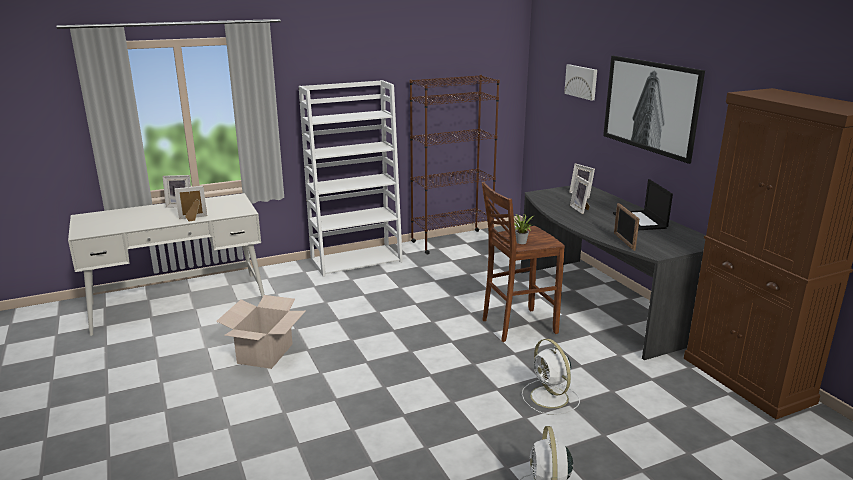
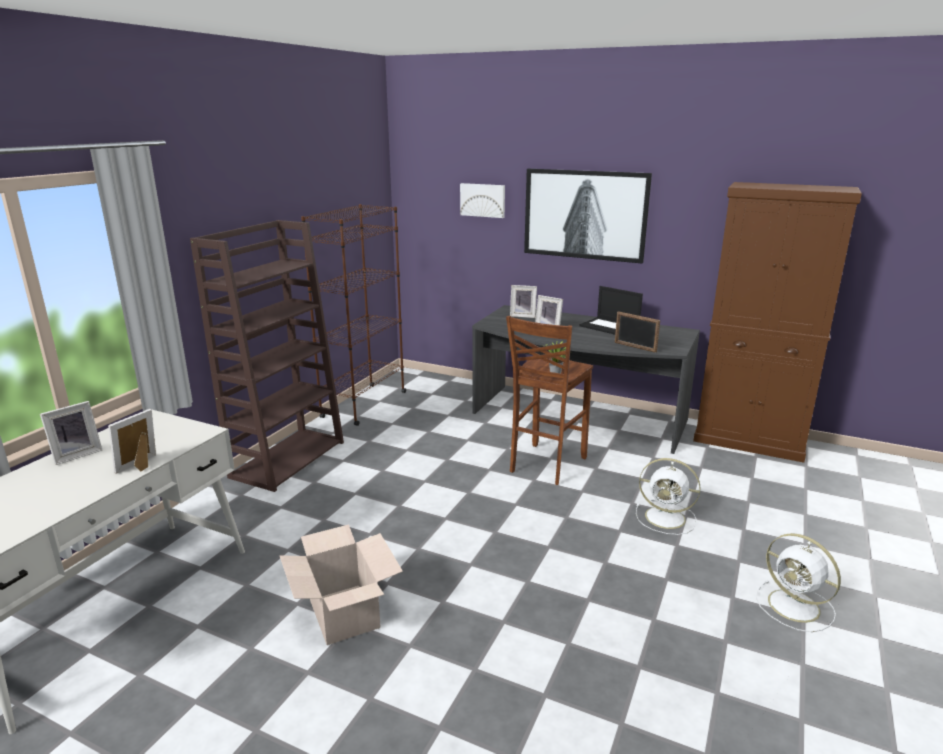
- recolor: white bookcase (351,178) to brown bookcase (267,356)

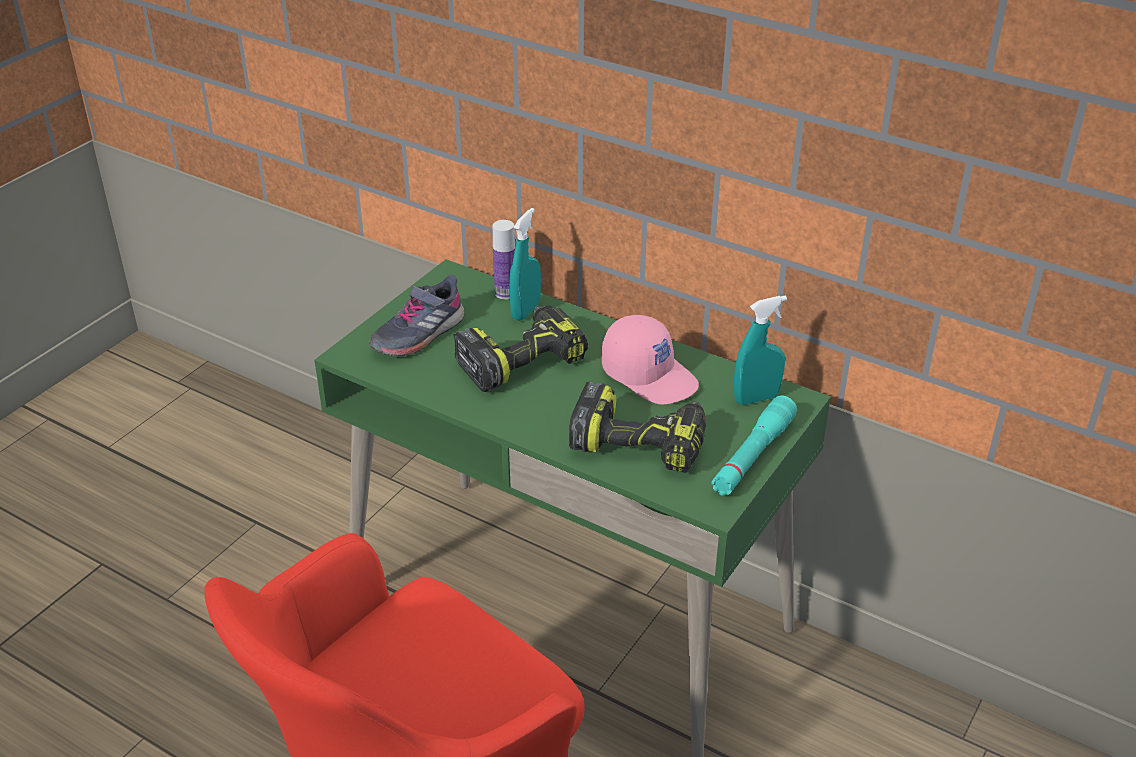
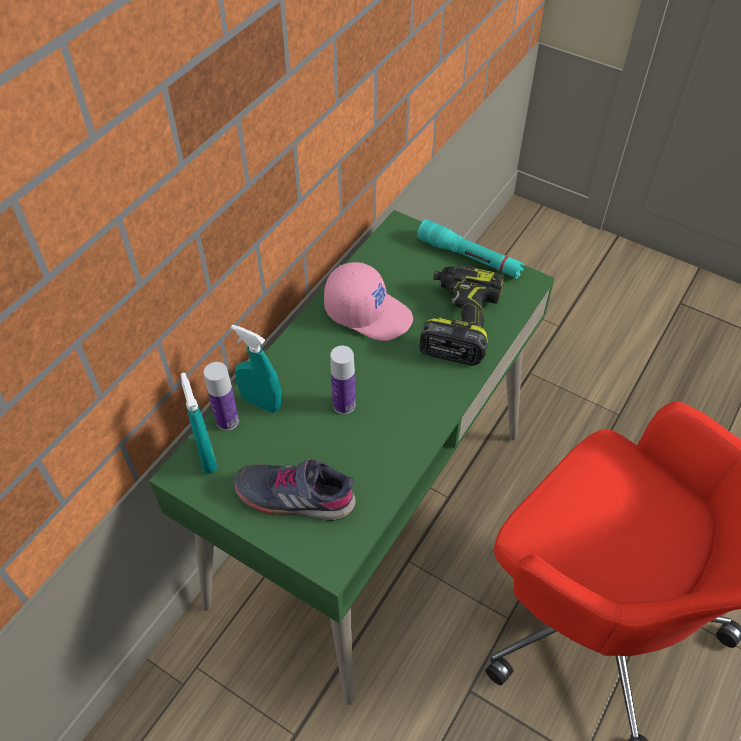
- move: turquoise spray bottle (760,350) to (199,423)
- rotate: grey shoe (417,315) = (295,490) 150 degrees clockwise
- rotate: pink cap (650,360) = (368,301) 75 degrees clockwise
- replace: power drill (520,348) to bottle (342,380)

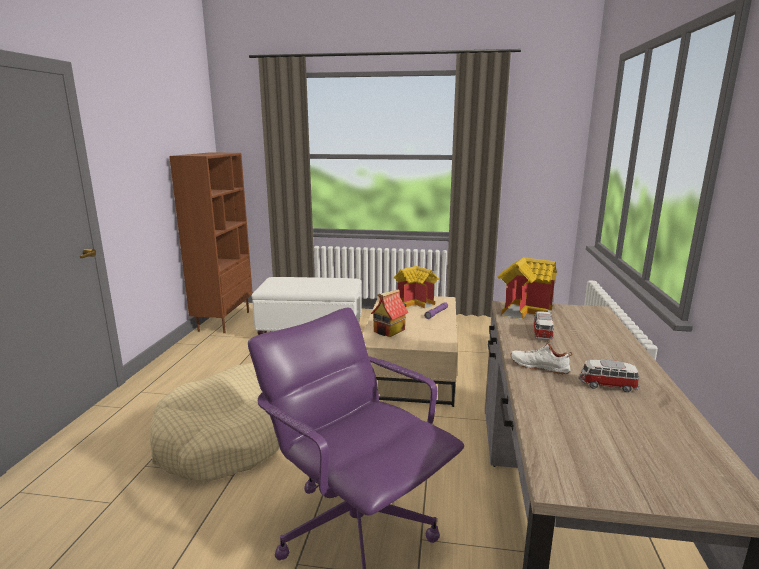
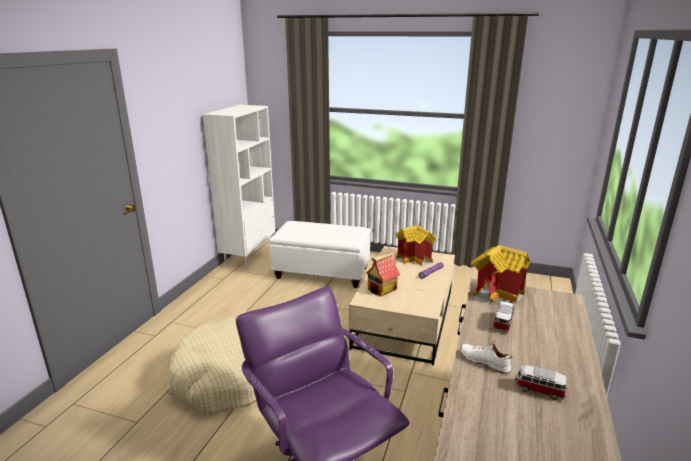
- recolor: brown bookcase (211,243) to white bookcase (239,187)

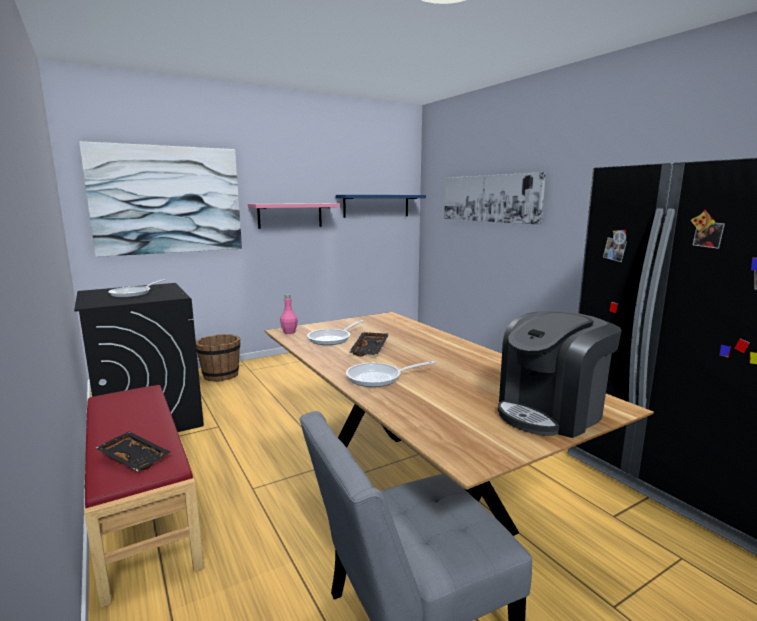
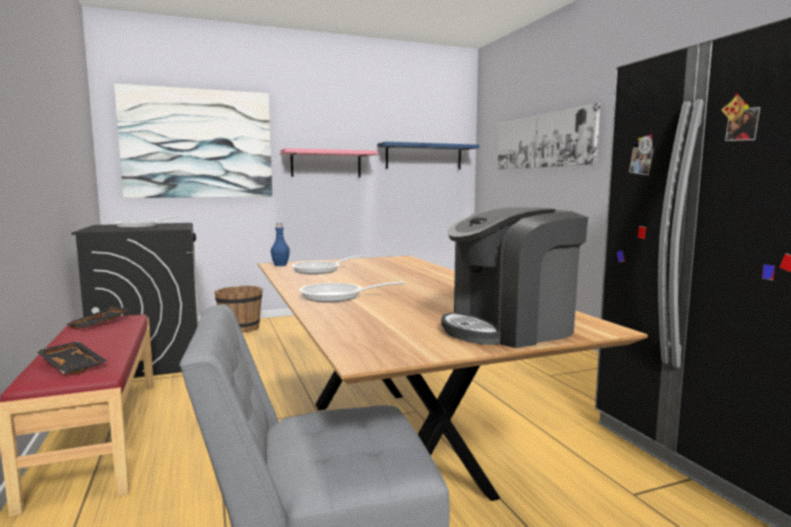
- move: black tray (369,344) to (97,318)
- recolor: pink bottle (289,314) to blue bottle (280,244)

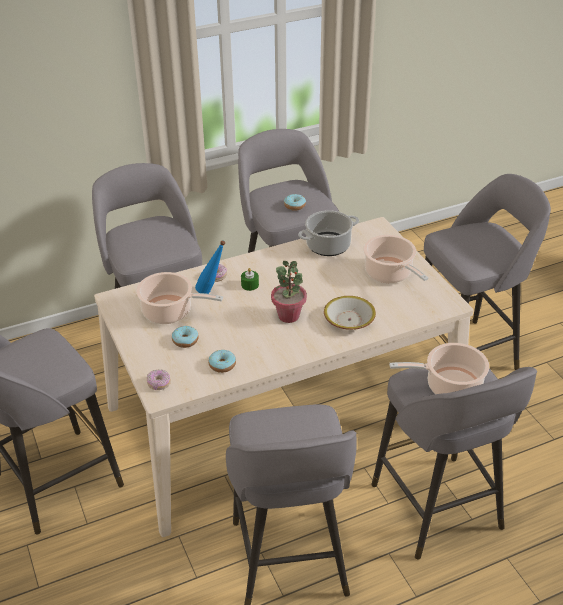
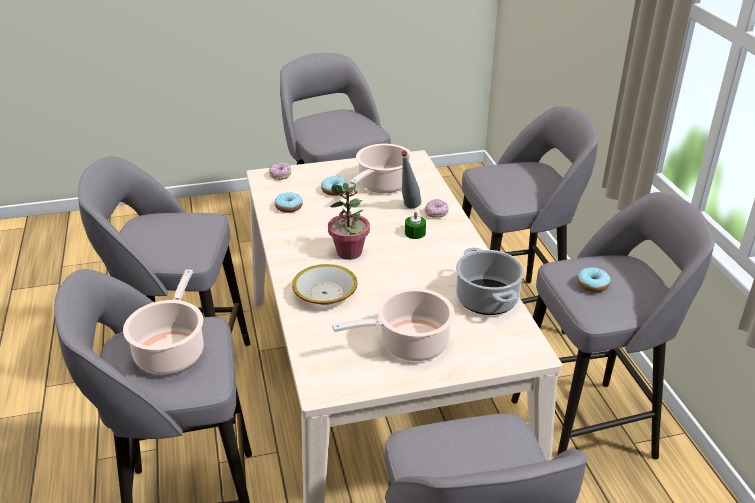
- recolor: blue bottle (210,267) to grey bottle (411,180)

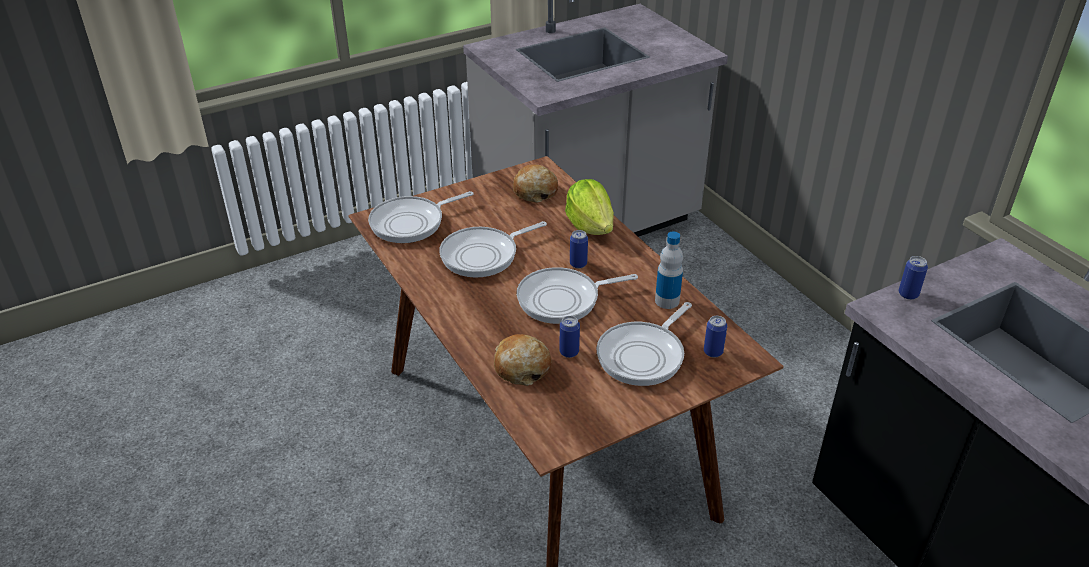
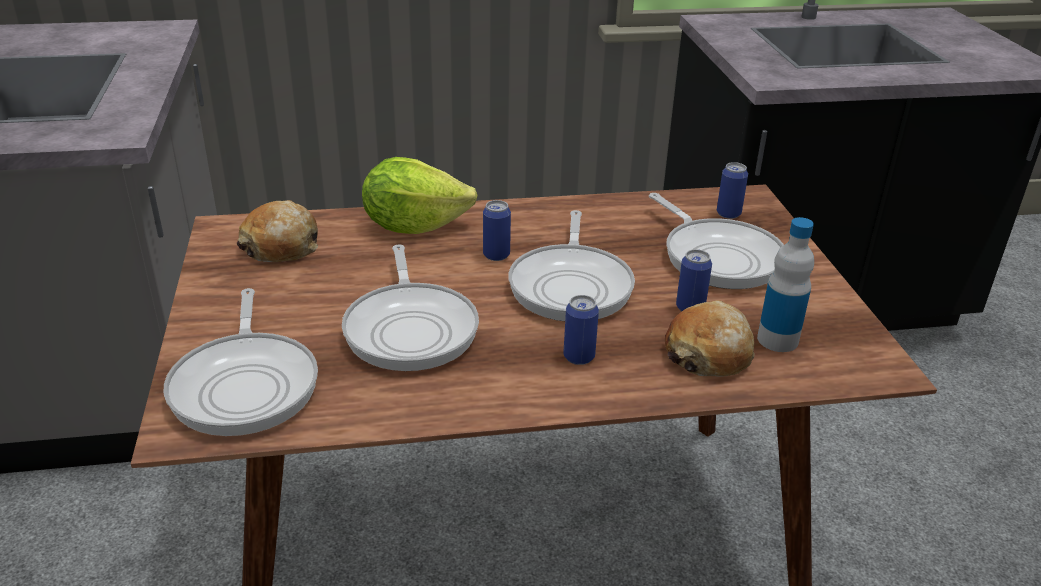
- move: can (913,278) to (581,330)
- move: bottle (669,270) to (785,284)

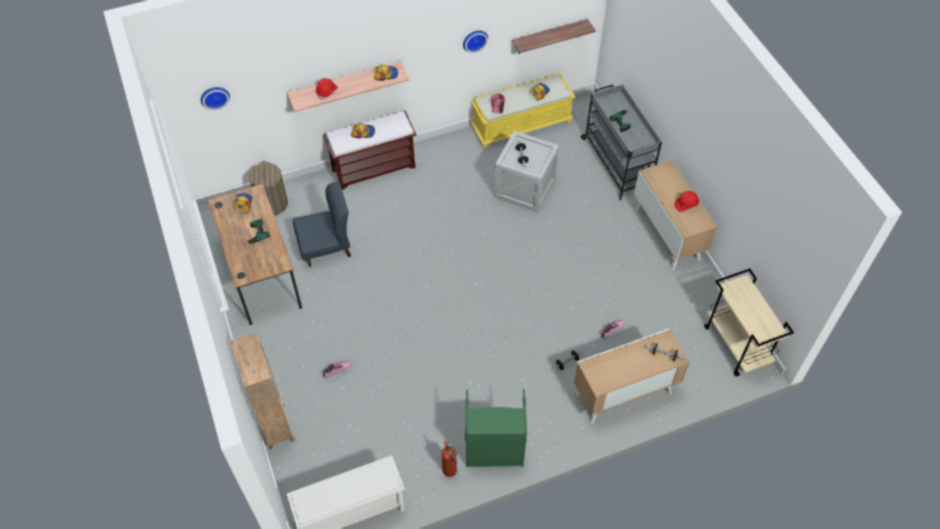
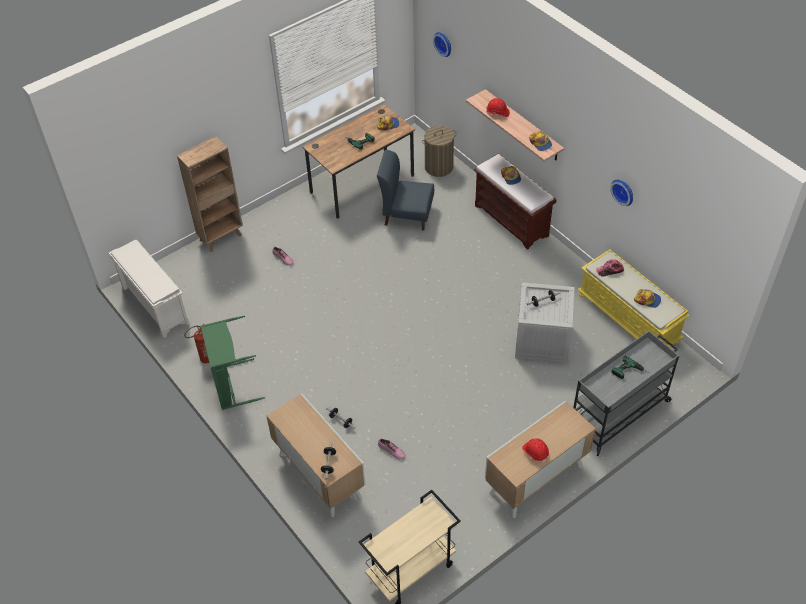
- rotate: blue chair (322,224) = (405,190) 135 degrees clockwise
- delete: shelf (554,36)

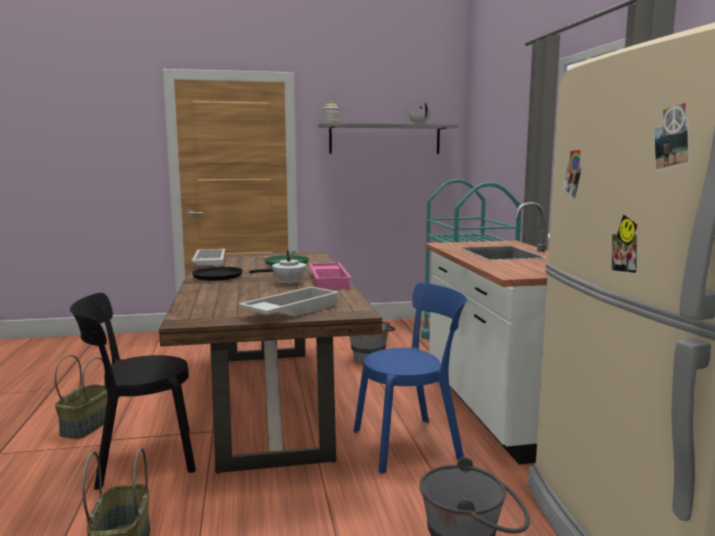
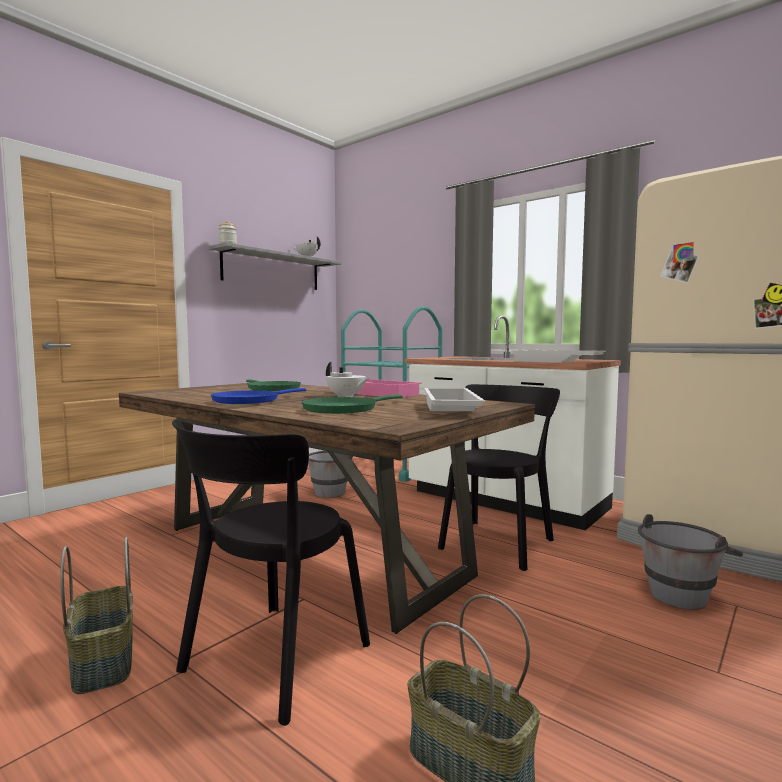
- recolor: black frying pan (232,274) to blue frying pan (258,396)
- insert: green frying pan (352,404)
- recolor: blue chair (410,378) to black chair (499,477)
- move: white tray (208,257) to (559,356)

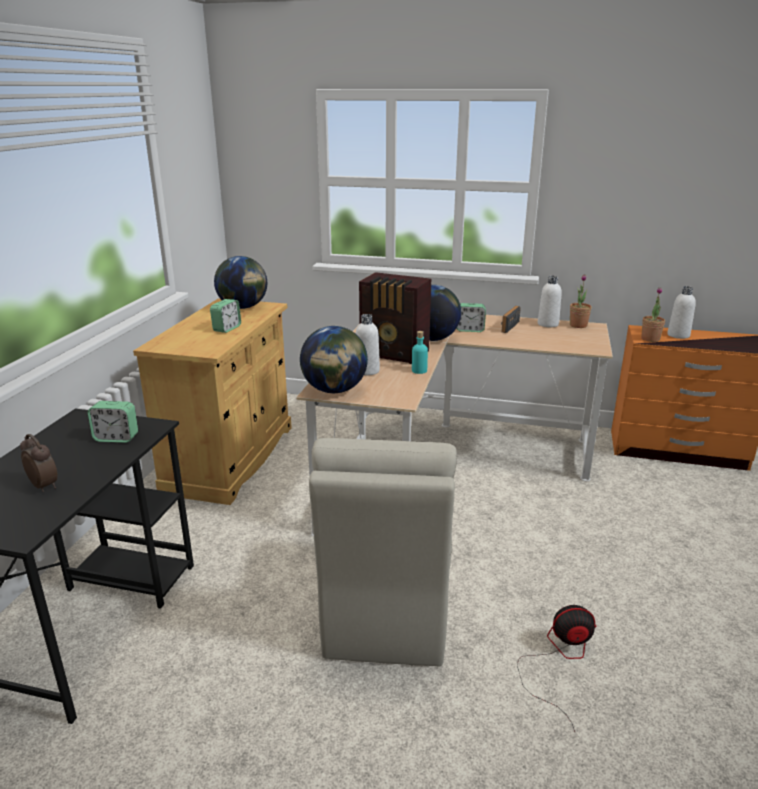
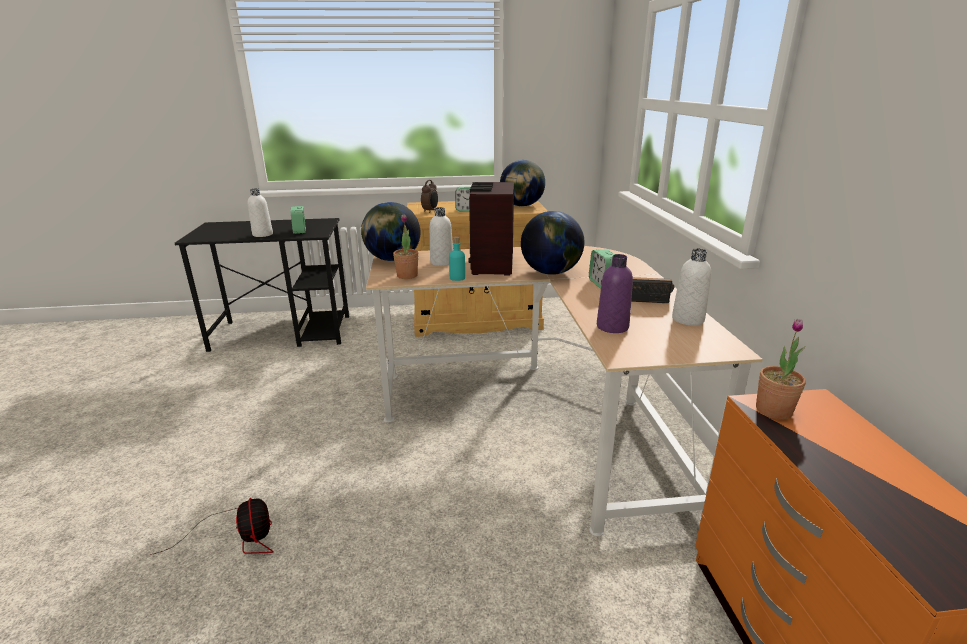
- move: white bottle (681,312) to (260,212)
- move: potted plant (581,301) to (405,246)
- move: alarm clock (38,463) to (429,196)
- insert: purple bottle (615,293)
- delete: beige chair (383,552)

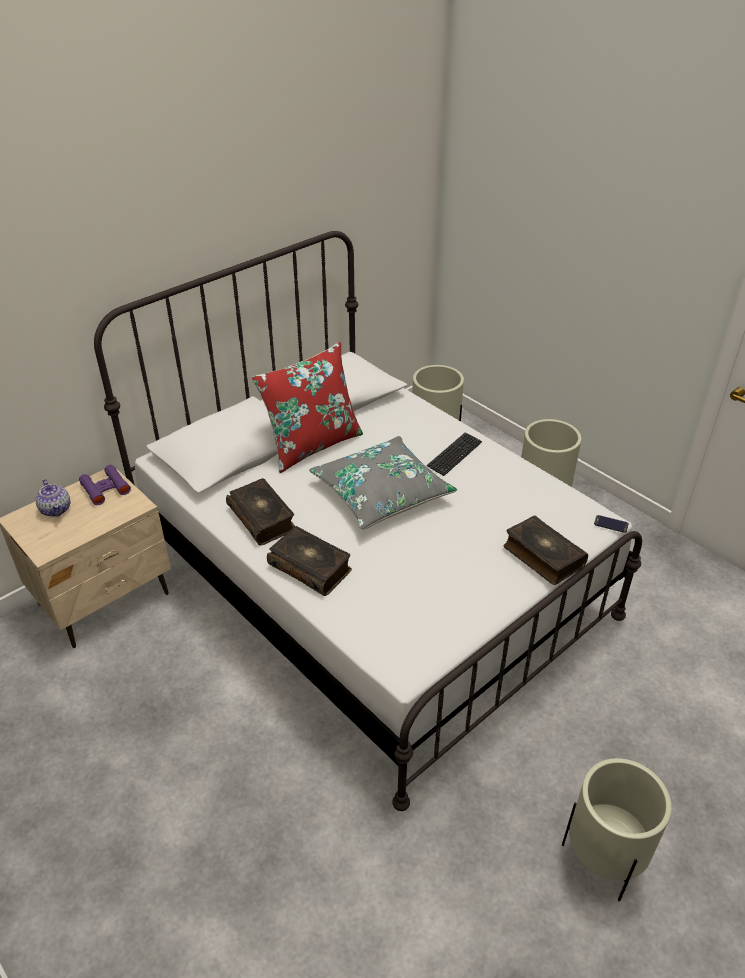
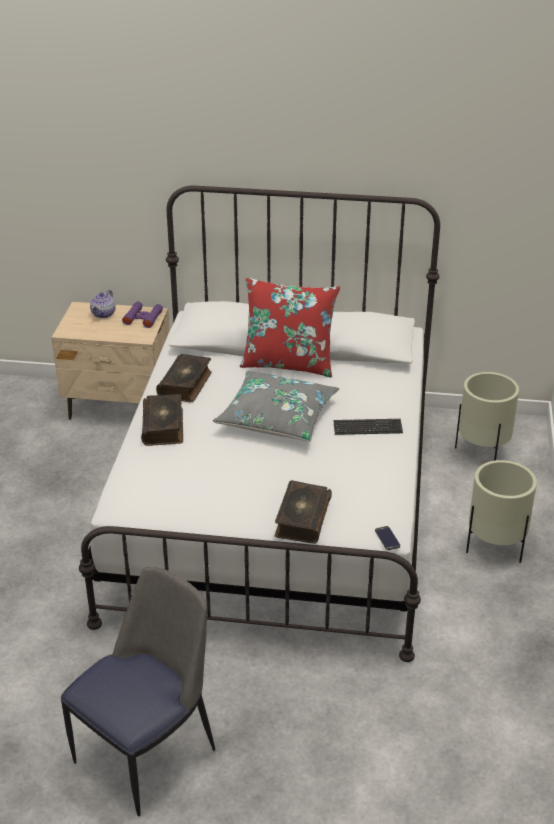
- replace: beige planter (617,829) to chair (138,691)

